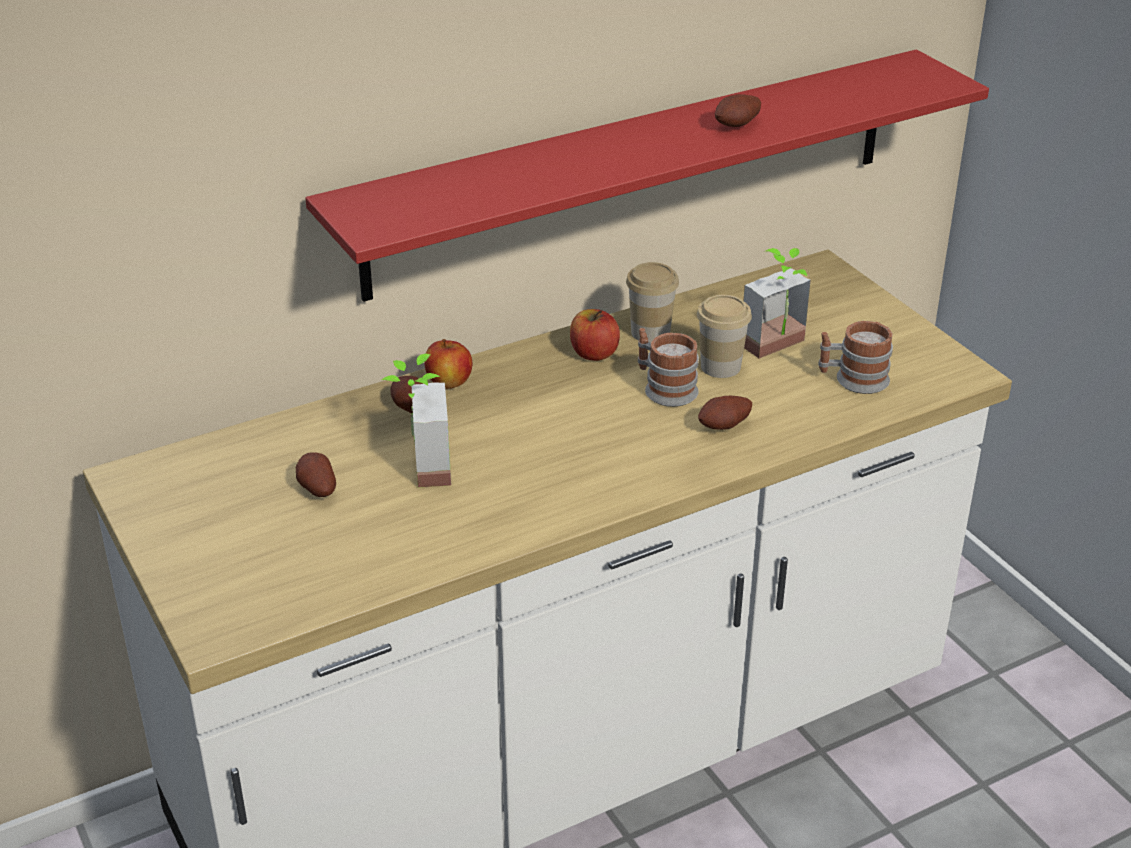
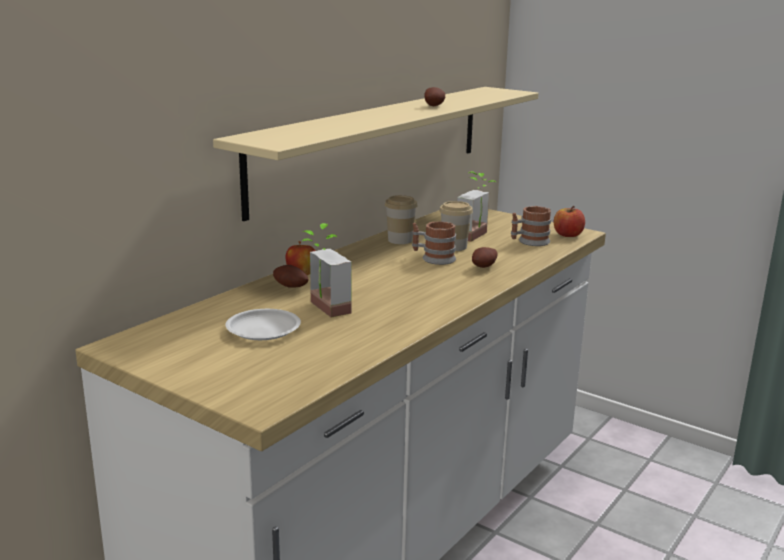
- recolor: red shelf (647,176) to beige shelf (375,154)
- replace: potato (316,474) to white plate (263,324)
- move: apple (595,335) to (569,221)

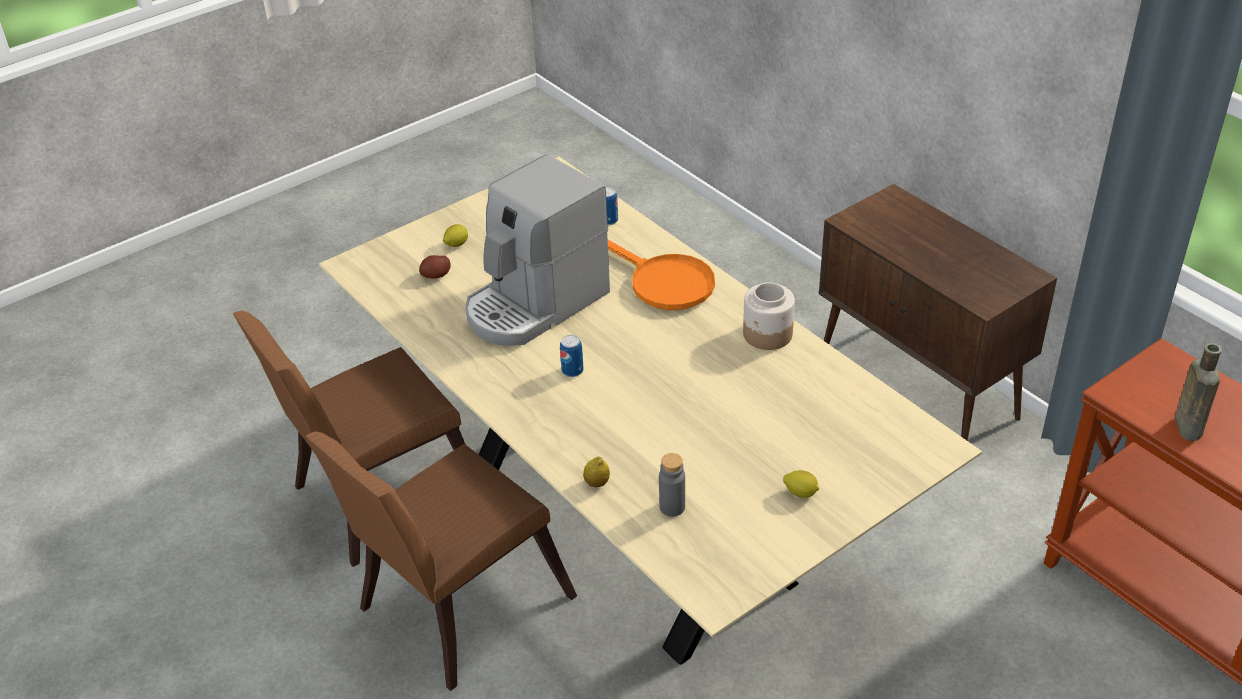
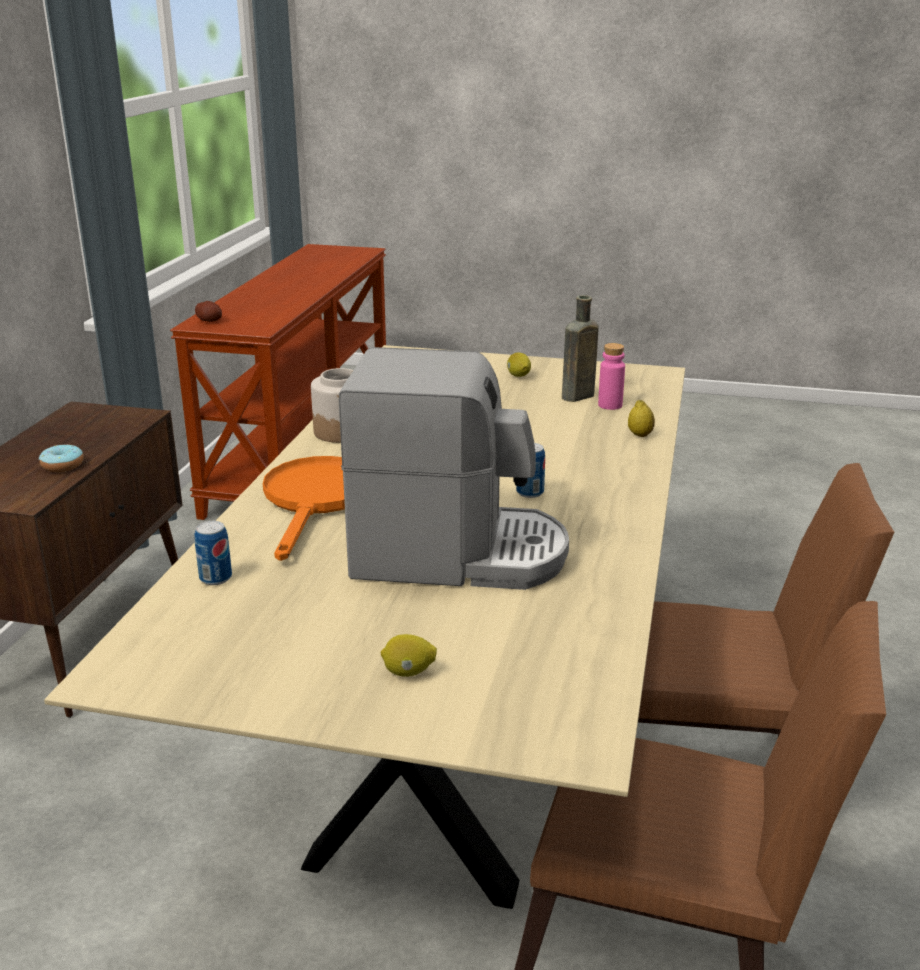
- insert: donut (61,458)
- move: potato (435,267) to (208,311)
- move: brown bottle (1198,392) to (580,348)
- recolor: grey bottle (672,485) to pink bottle (611,376)

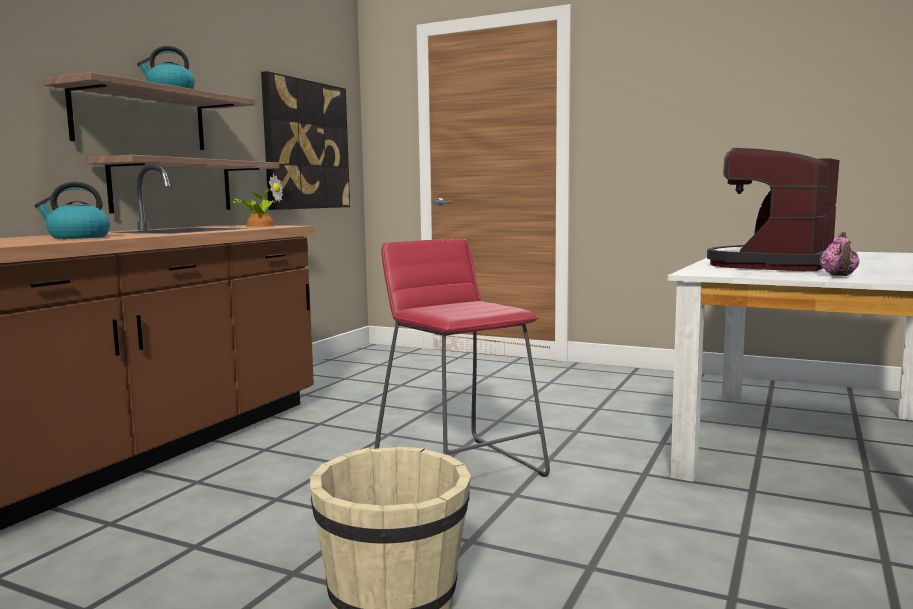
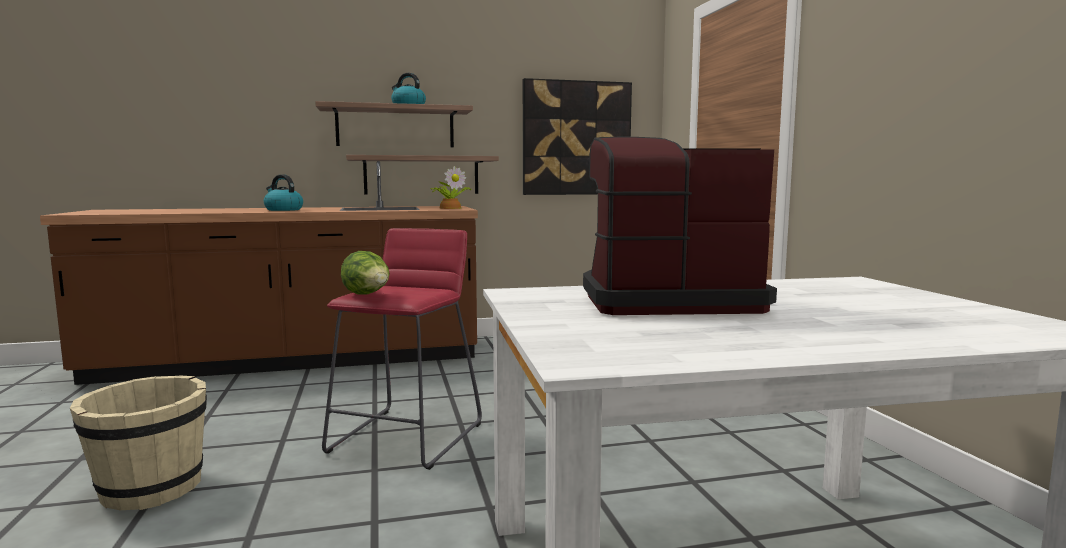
- insert: lettuce (365,273)
- delete: pink teapot (840,253)

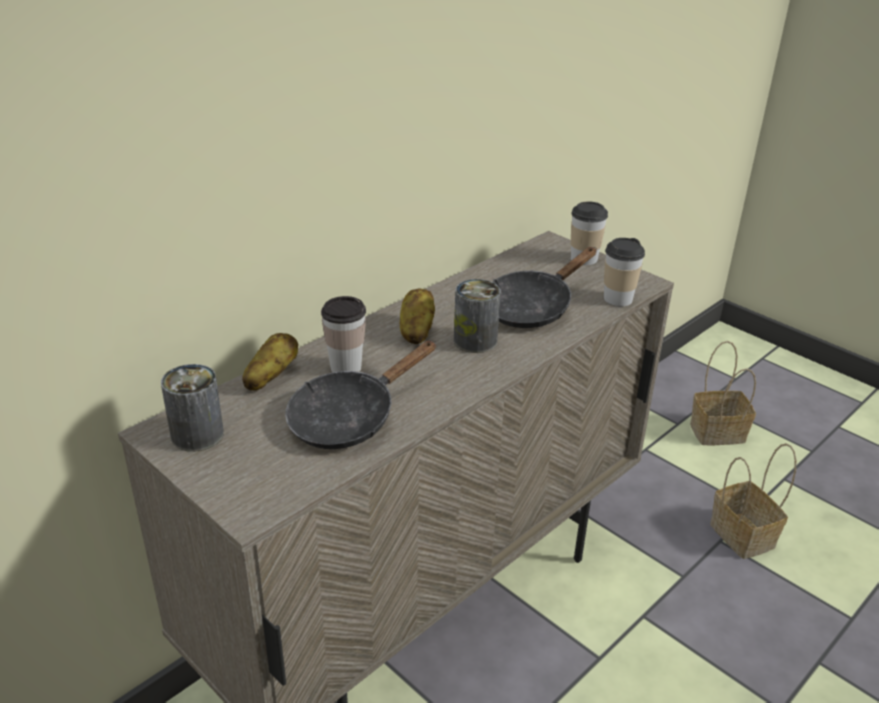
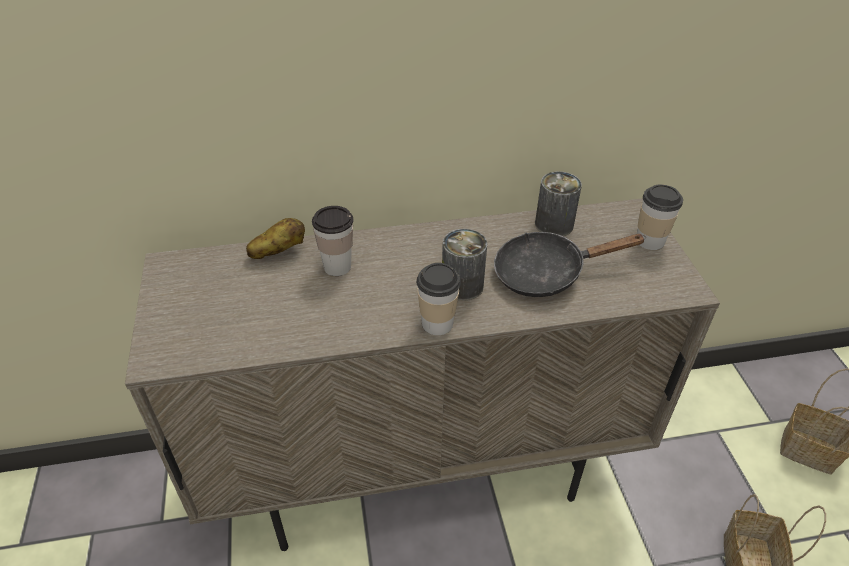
- move: cup (624,272) to (438,299)
- move: can (192,408) to (558,203)
- delete: black frying pan (361,394)
- delete: potato (417,316)

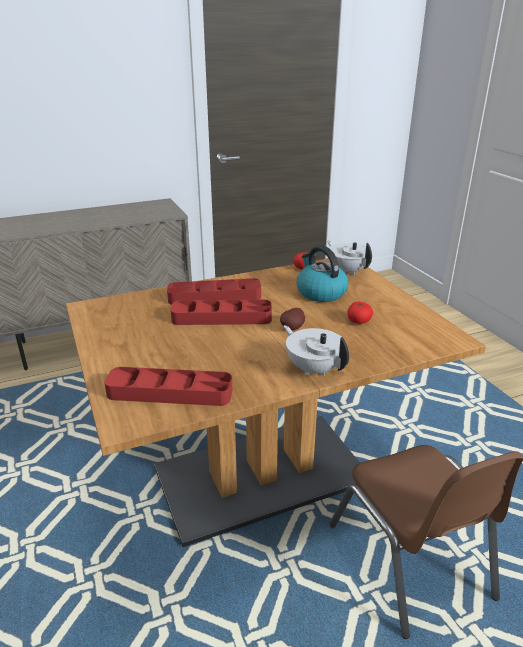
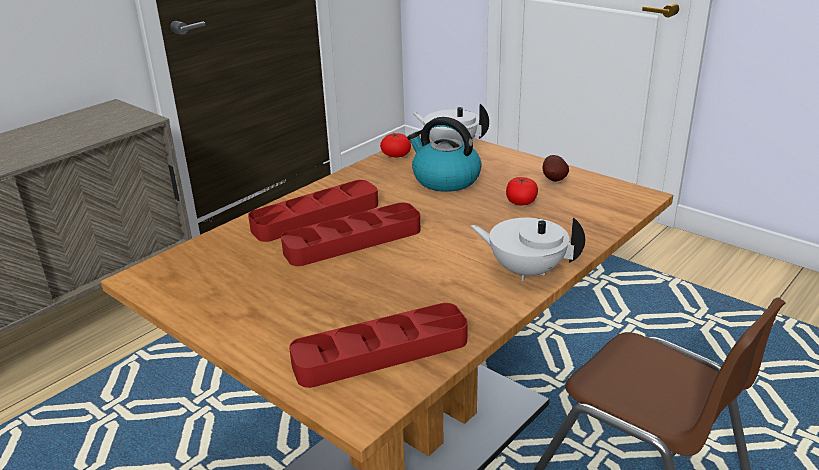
- move: potato (292,319) to (556,168)

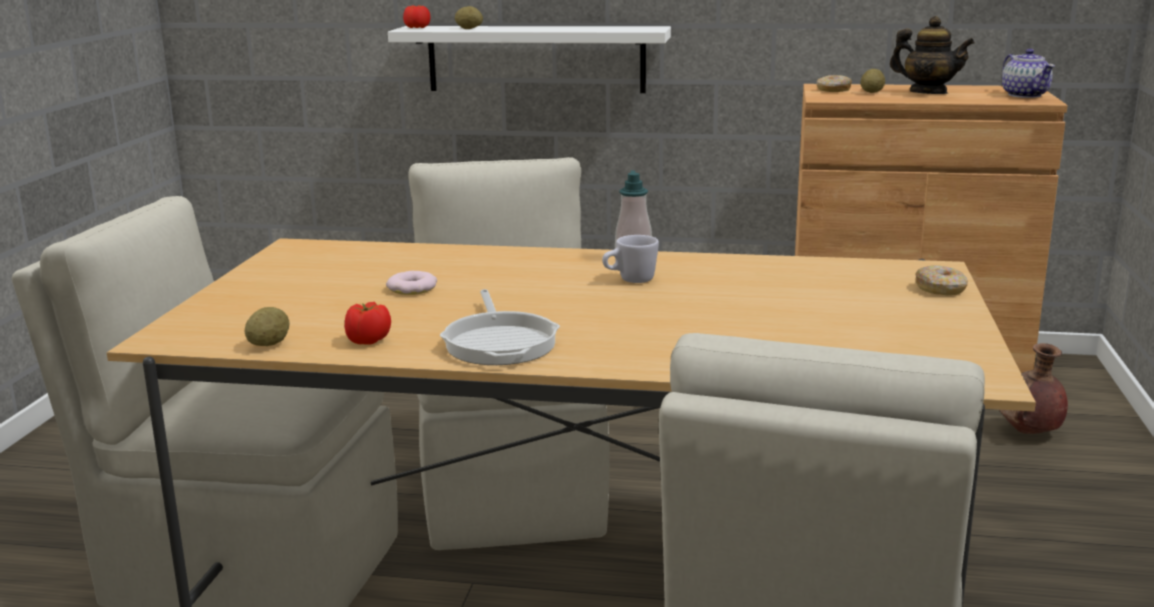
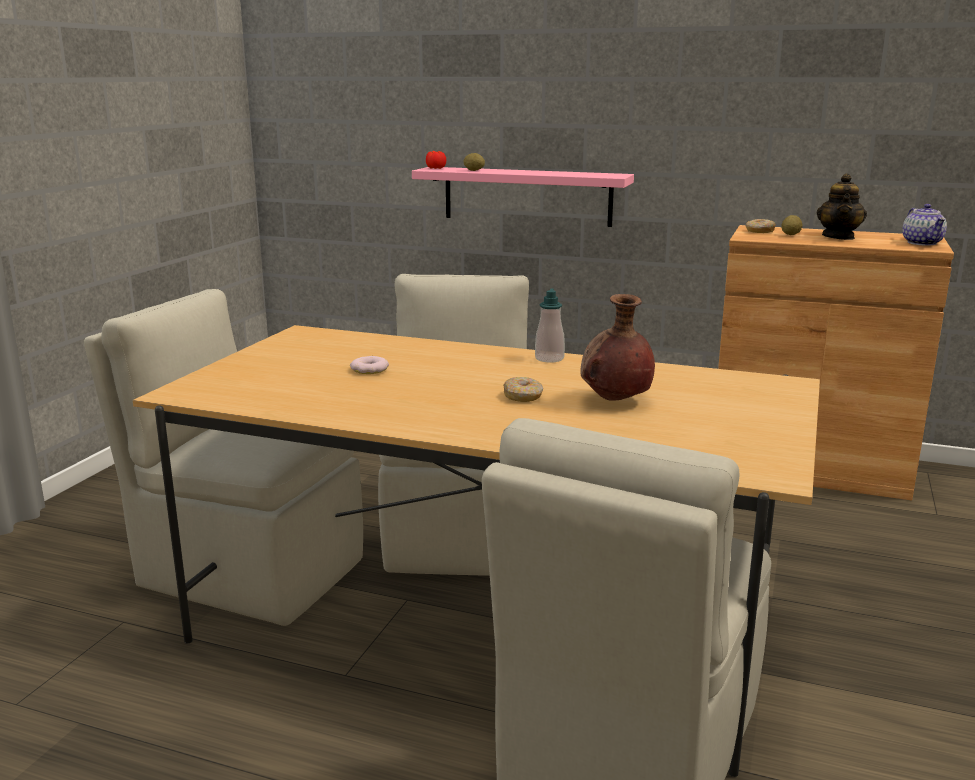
- recolor: white shelf (529,59) to pink shelf (523,197)
- move: donut (942,280) to (523,389)
- move: brown vase (1033,388) to (617,347)
- rotate: teapot (932,55) = (841,206) 60 degrees clockwise
- delete: potato (267,326)
- delete: tomato (368,323)
- delete: frying pan (500,327)
- delete: white mug (630,259)

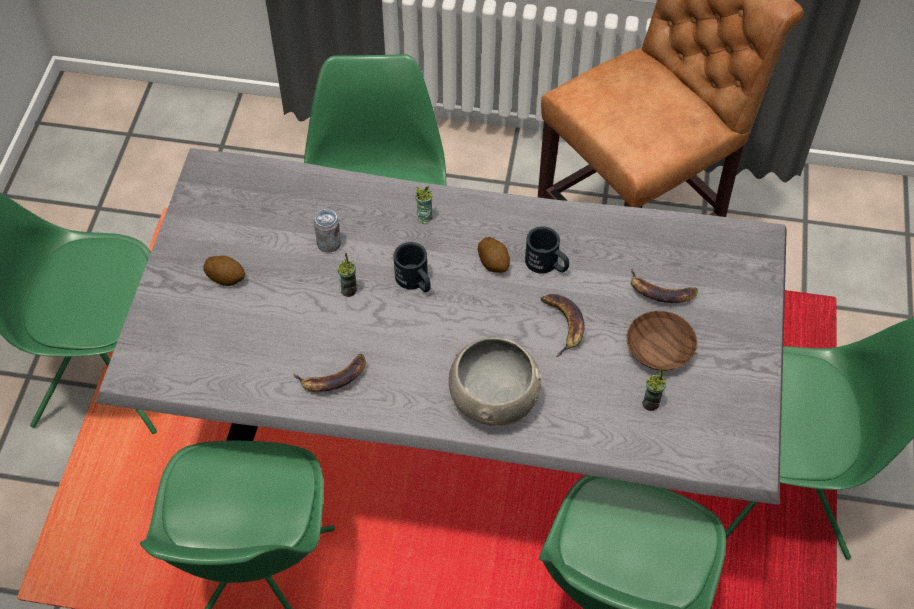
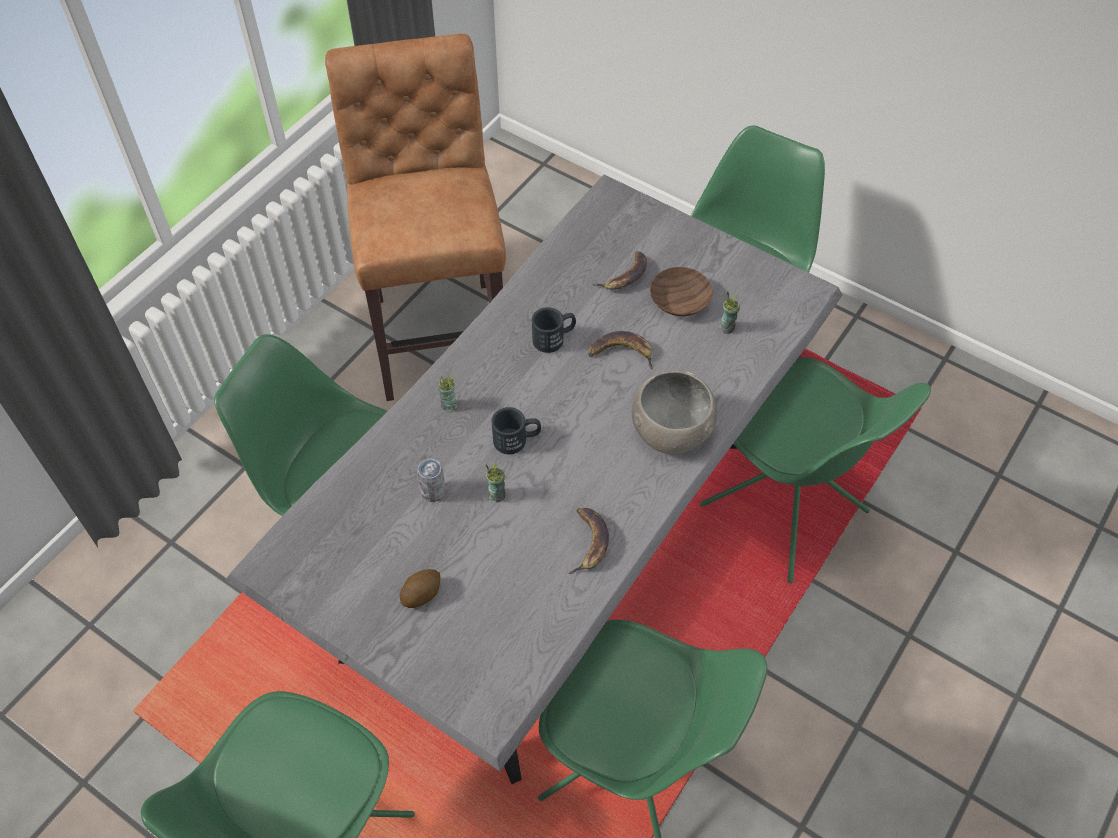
- delete: potato (494,255)

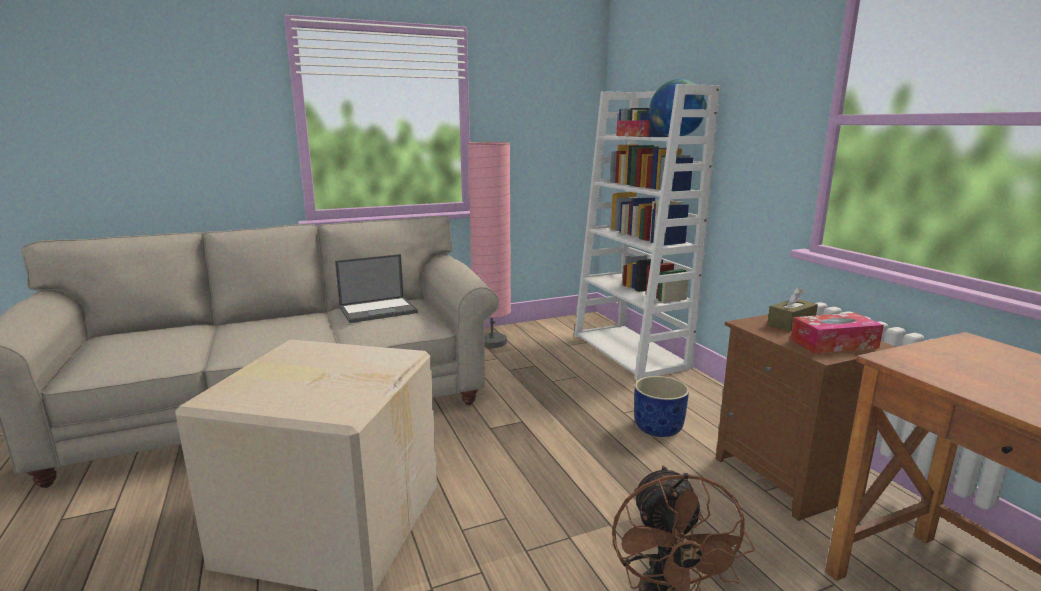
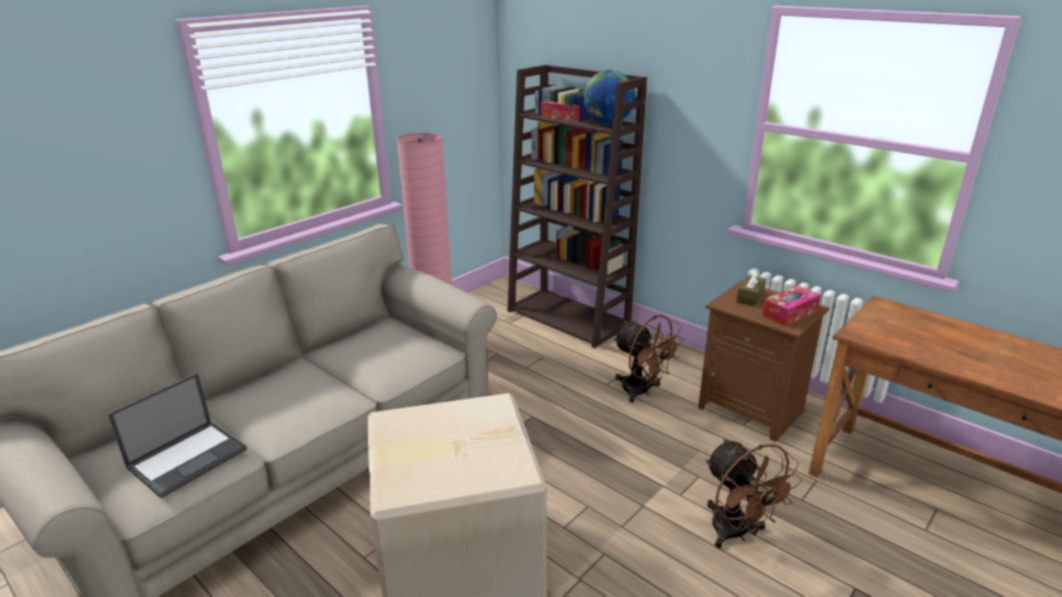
- move: laptop (376,288) to (177,435)
- recolor: white bookcase (647,232) to brown bookcase (577,206)
- replace: blue planter (661,406) to brown fan (648,359)

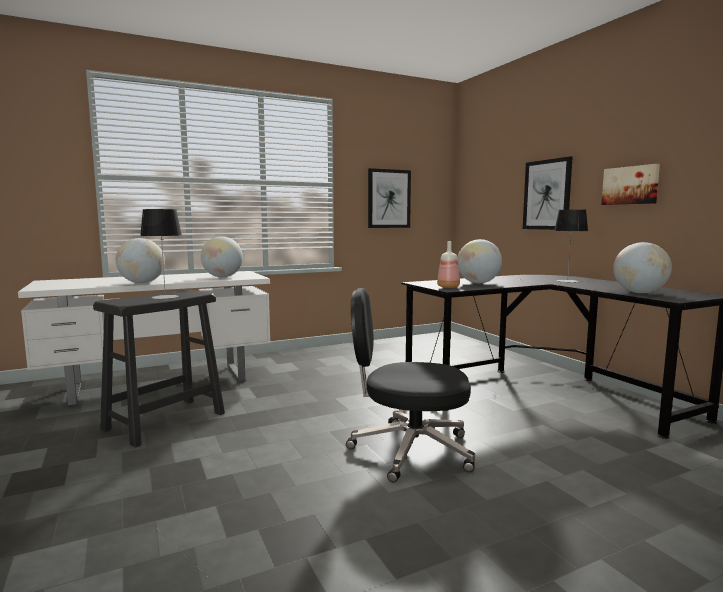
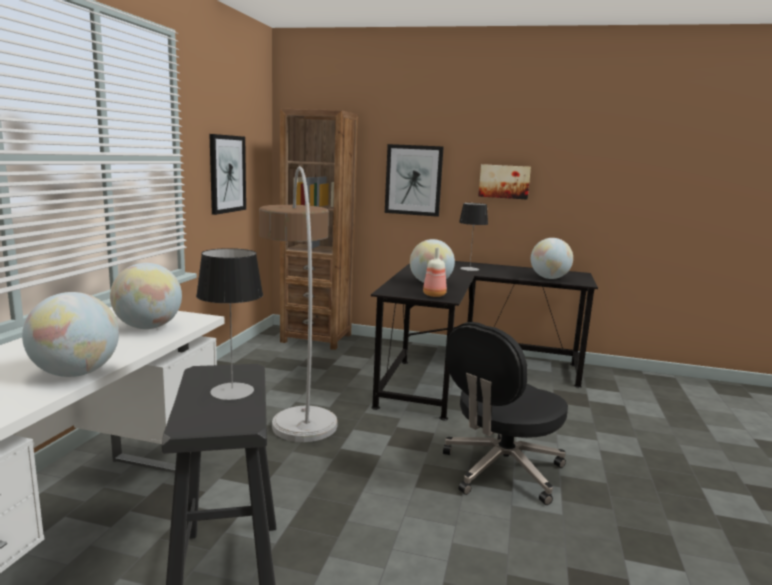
- insert: floor lamp (298,304)
- insert: brown bookcase (319,229)

